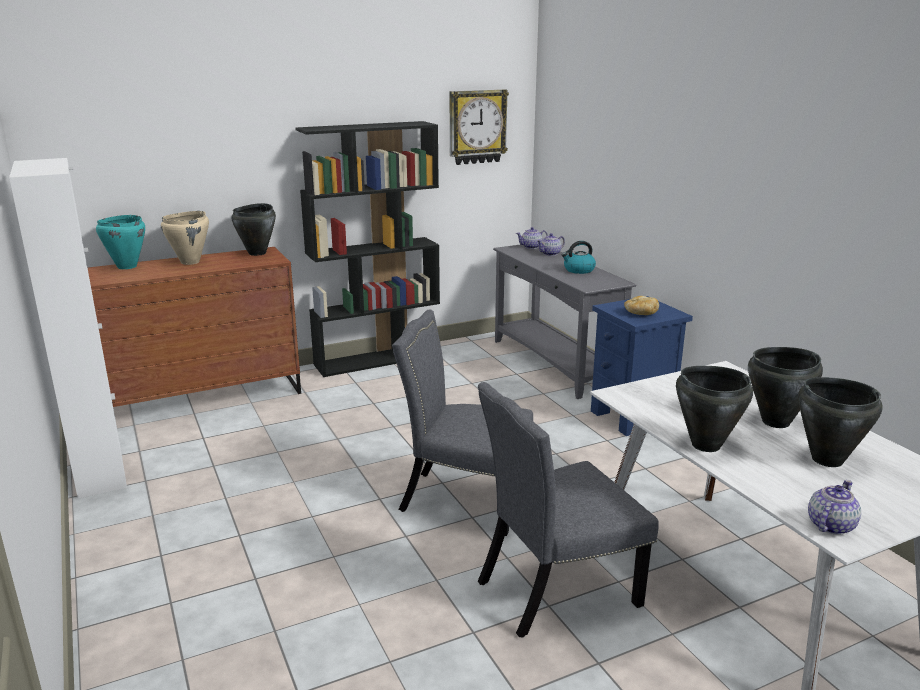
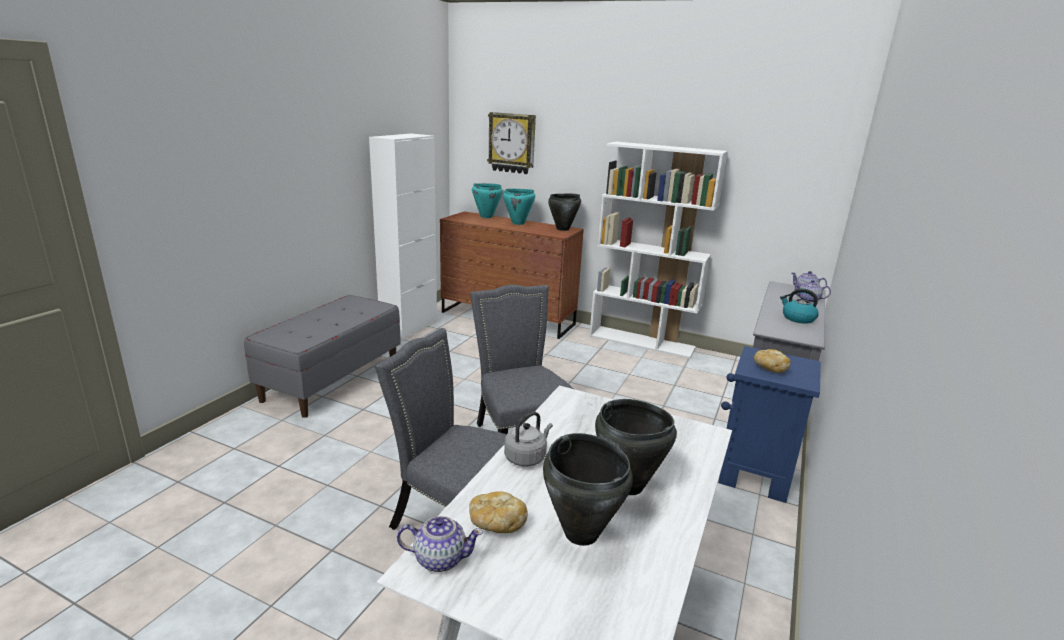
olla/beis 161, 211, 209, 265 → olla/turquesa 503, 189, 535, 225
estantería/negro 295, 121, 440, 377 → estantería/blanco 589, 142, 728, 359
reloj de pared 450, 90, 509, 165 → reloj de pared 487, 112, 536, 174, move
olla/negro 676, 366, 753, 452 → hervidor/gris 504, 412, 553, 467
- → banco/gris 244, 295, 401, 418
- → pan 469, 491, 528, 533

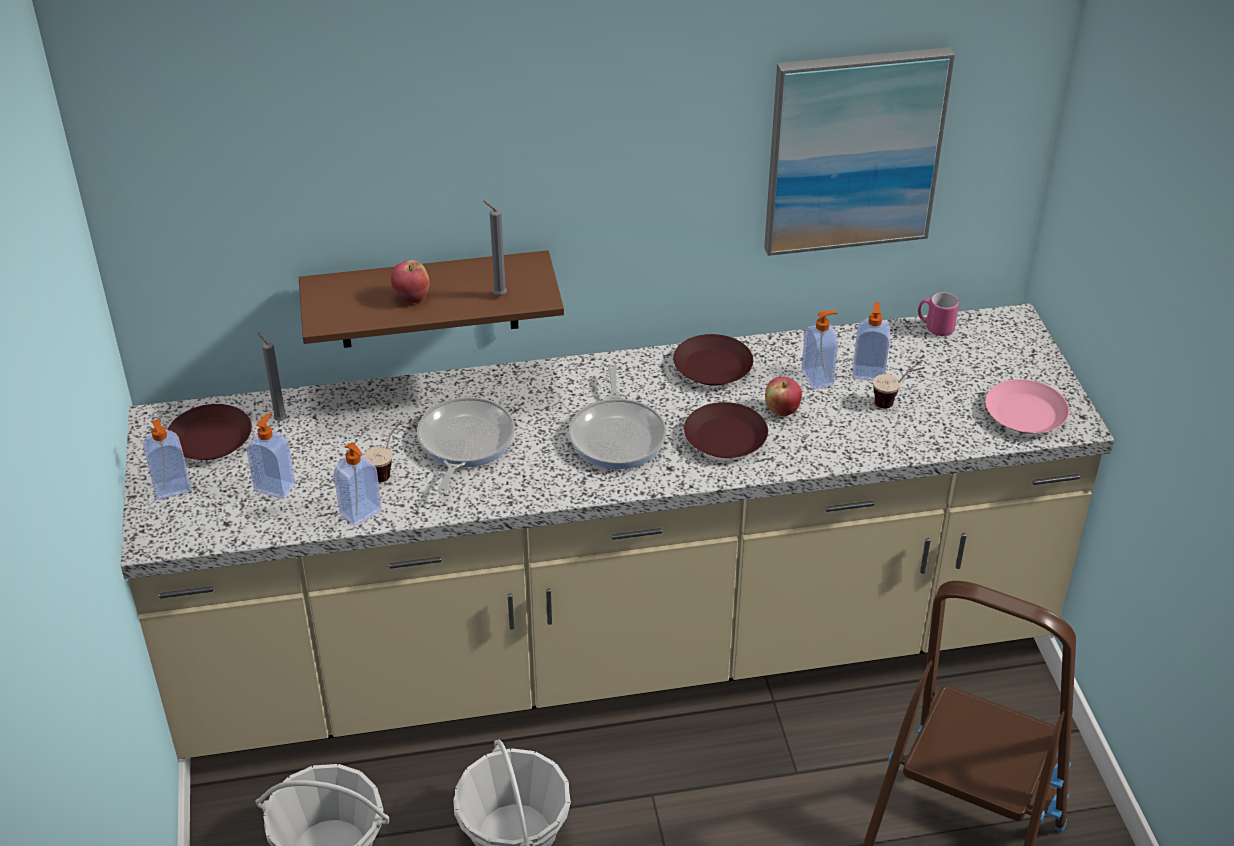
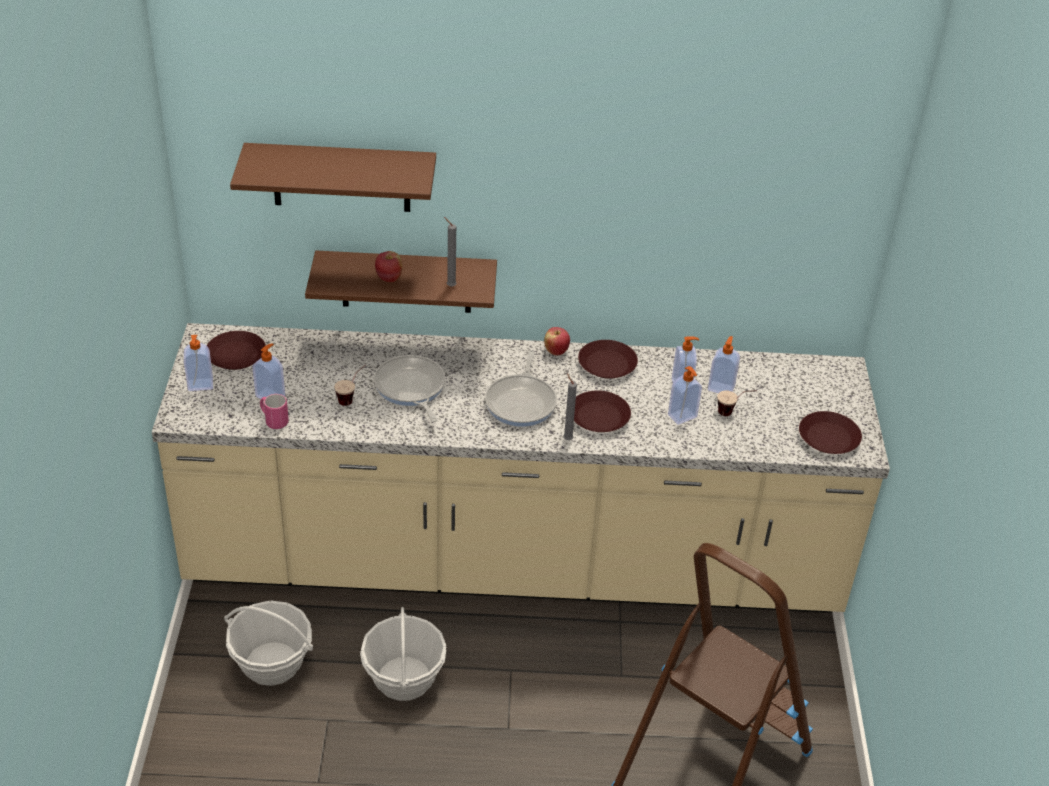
vela/gris 258, 332, 287, 421 → vela/gris 563, 373, 577, 440, move
dispensador de jabón 334, 442, 382, 526 → dispensador de jabón 668, 366, 702, 425, move
sartén 417, 397, 515, 494 → sartén 374, 355, 445, 422, 45 degrees counterclockwise
cuadro 764, 47, 955, 256 → -
manzana 765, 377, 802, 416 → manzana 544, 327, 570, 356, move
taza grande/rosa 918, 292, 959, 336 → taza grande/rosa 260, 394, 289, 429, move
plato/rosa 985, 379, 1069, 434 → plato/marrón 799, 411, 862, 454
- → estante/marrón 230, 143, 436, 212

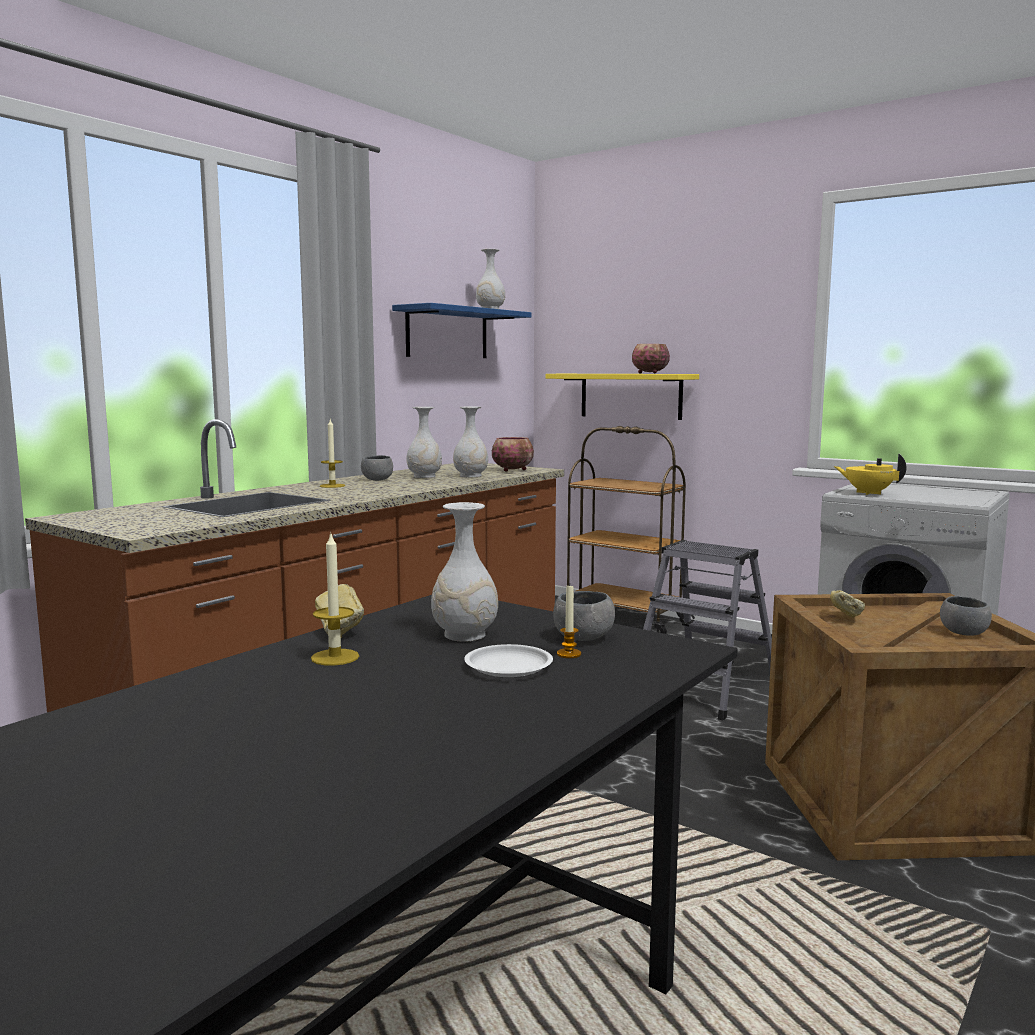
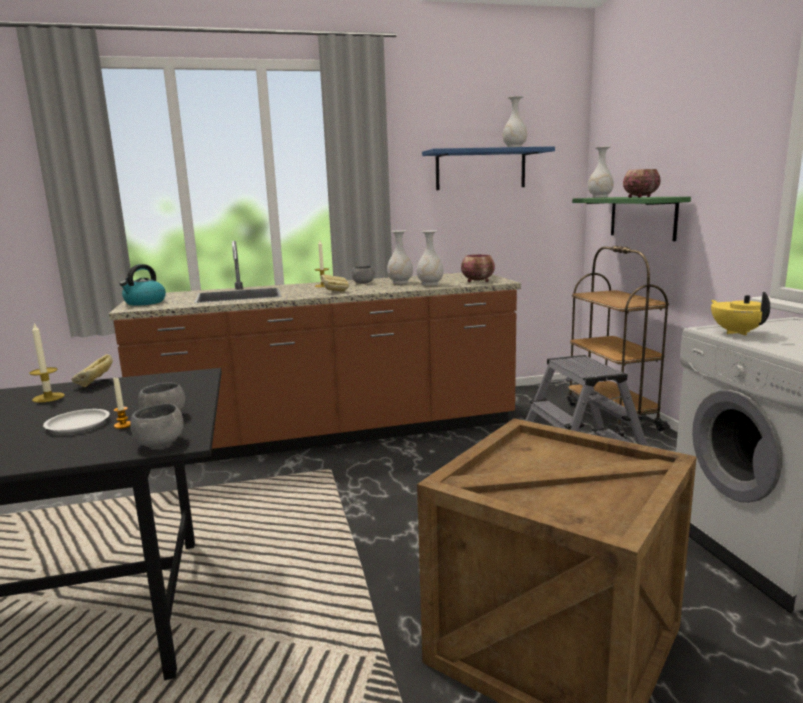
florero/blanco 431, 502, 498, 642 → florero/blanco 588, 147, 614, 198, move
estante/amarillo 546, 374, 699, 420 → estante/verde 572, 197, 691, 241
pan 830, 590, 865, 617 → pan 321, 274, 349, 292, move
cuenco/gris 940, 596, 992, 636 → cuenco/gris 130, 403, 184, 447, move
- → hervidor 119, 264, 166, 306

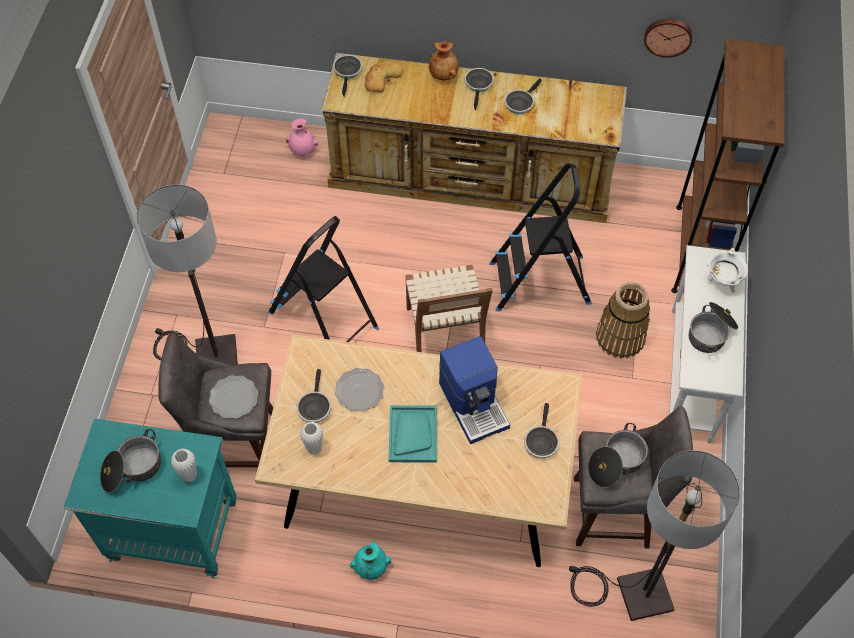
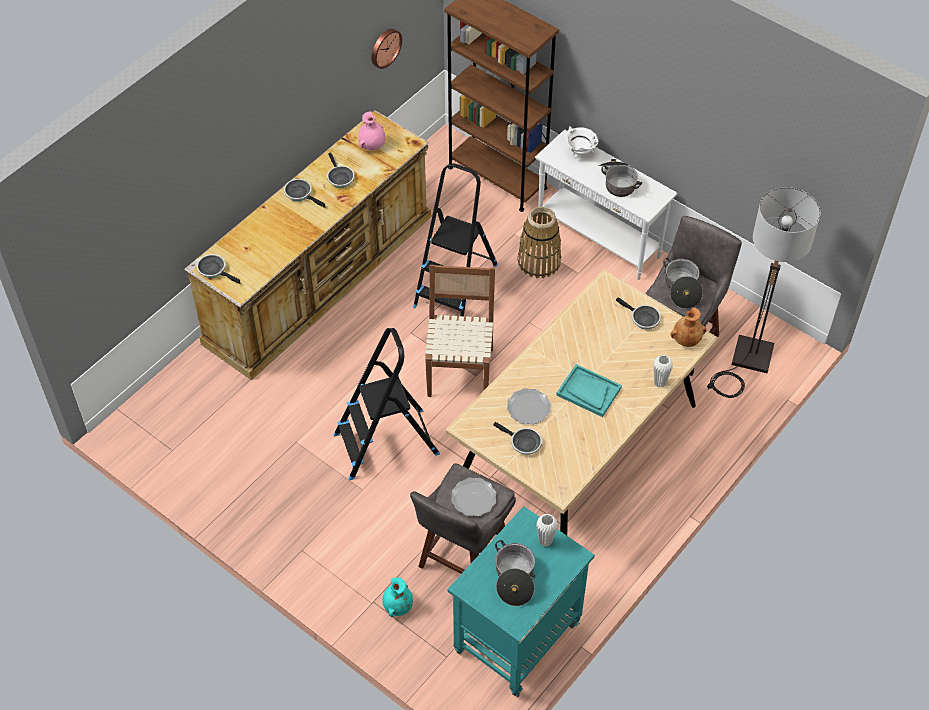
lámpara de pie 137, 185, 238, 365 → -
florero/rosa 286, 119, 319, 156 → florero/rosa 358, 111, 385, 150, move
florero/blanco 300, 422, 323, 455 → florero/blanco 653, 355, 673, 388, move
florero/turquesa 350, 542, 391, 580 → florero/turquesa 382, 577, 413, 617, move
pan 365, 61, 403, 93 → -
silla 405, 264, 493, 352 → silla 425, 265, 495, 397, 105 degrees counterclockwise
florero/marrón 429, 41, 458, 80 → florero/marrón 670, 307, 706, 347, move
cafetera 439, 336, 510, 444 → -

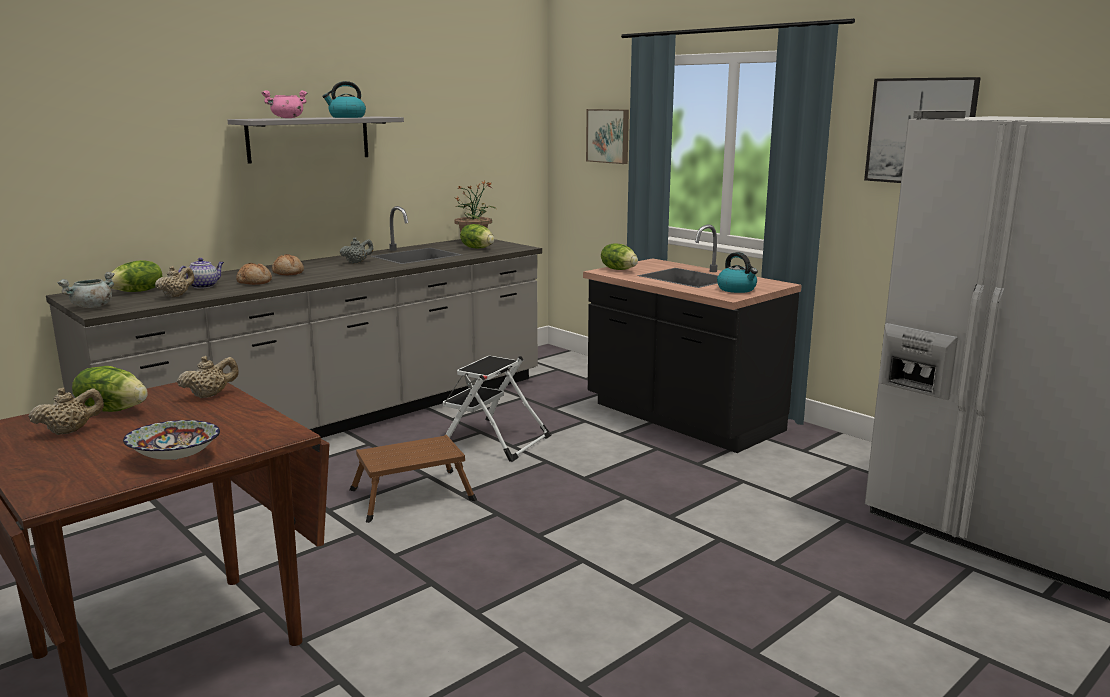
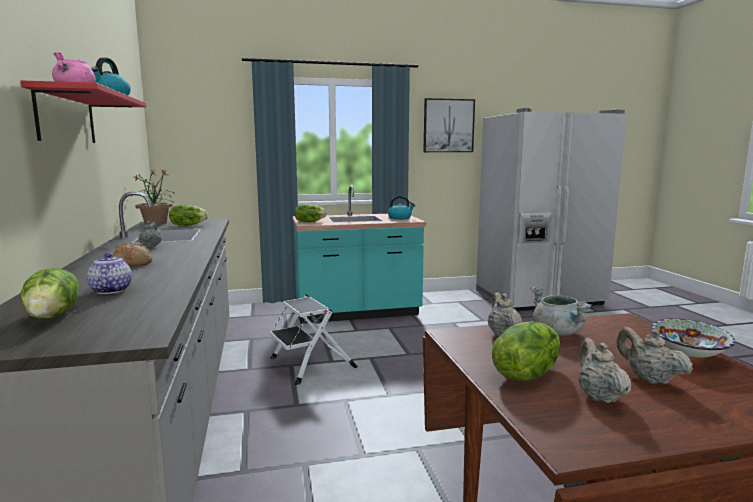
olla/gris 57, 272, 115, 308 → olla/gris 530, 286, 592, 336, move
tetera/beis 155, 266, 195, 298 → tetera/beis 616, 327, 693, 384, move
estante/gris 228, 116, 404, 164 → estante/rojo 21, 81, 146, 143
pan 236, 263, 272, 285 → -
escalera de tijera/marrón 349, 435, 477, 523 → -
mueble bajo de cocina/negro 583, 224, 802, 453 → mueble bajo de cocina/turquesa 292, 185, 426, 324
cuadro 586, 109, 629, 164 → -

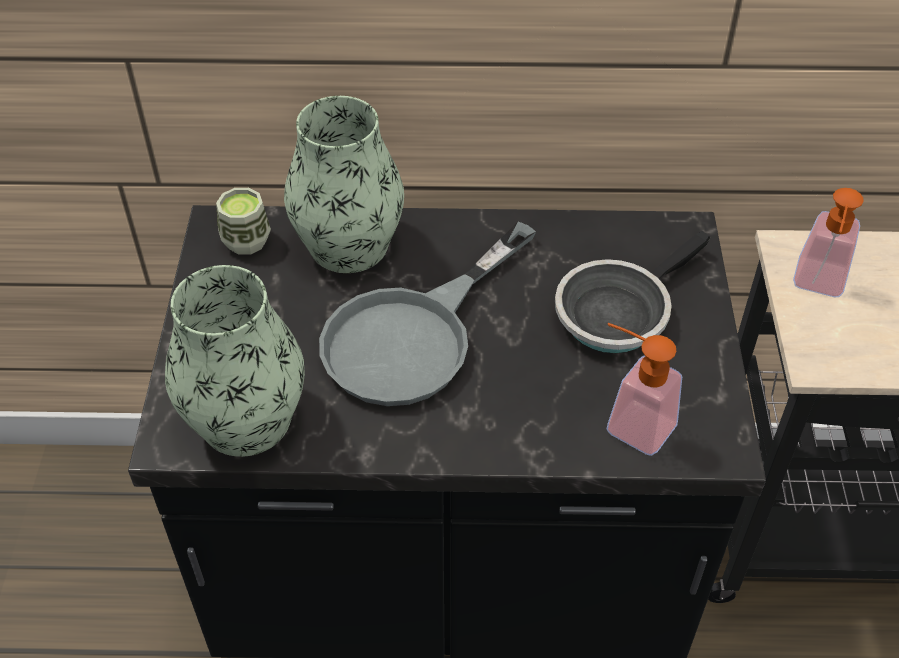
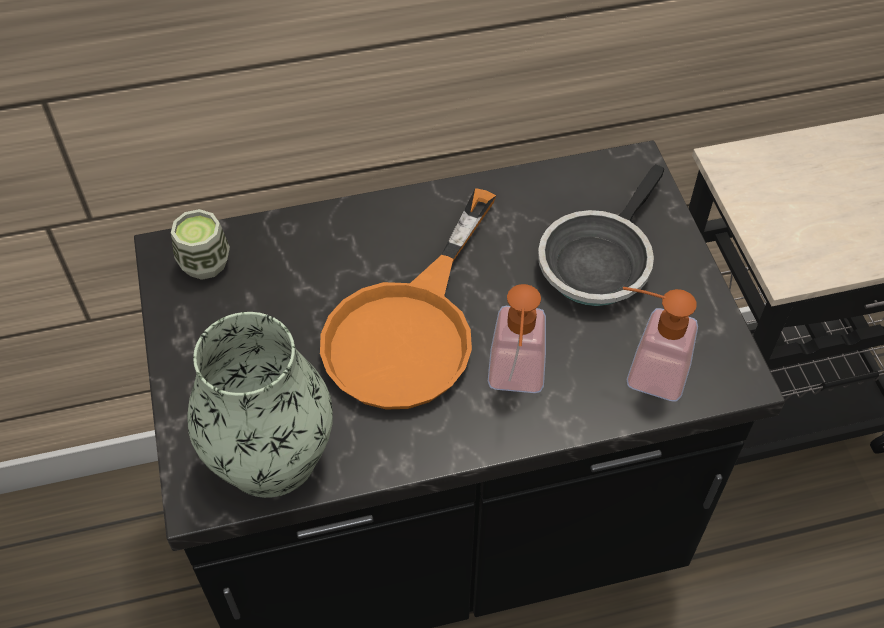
florero 284, 96, 404, 273 → -
sartén/gris 319, 221, 536, 406 → sartén/naranja 320, 188, 496, 410
dispensador de jabón 793, 188, 864, 297 → dispensador de jabón 488, 284, 546, 393, move

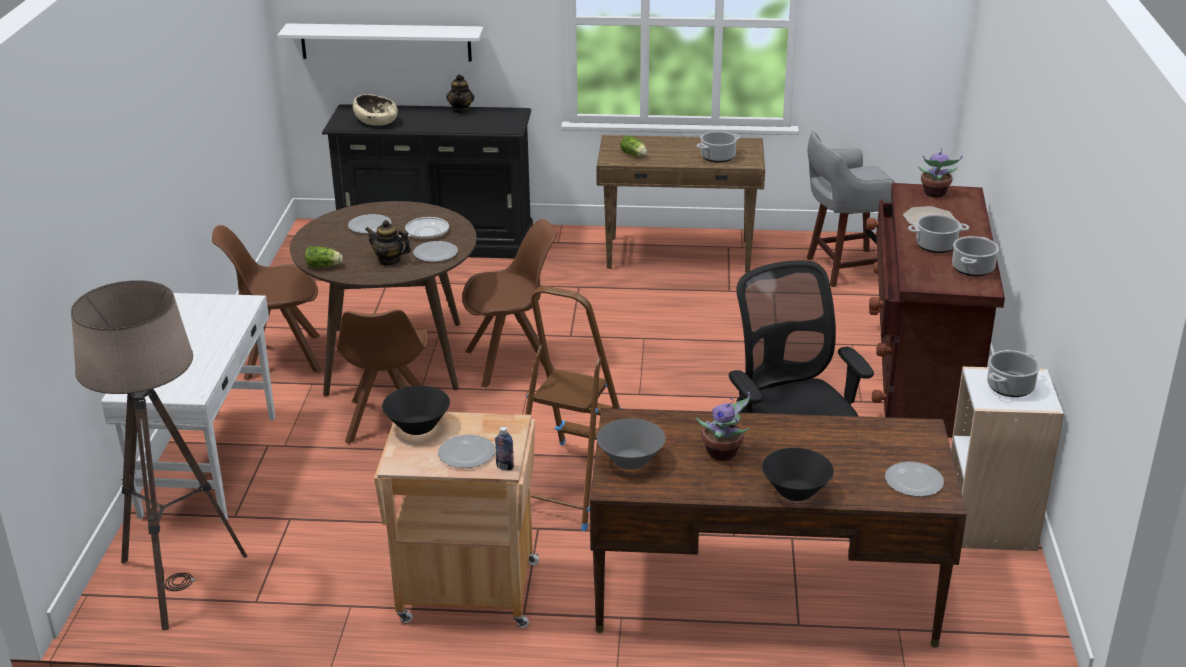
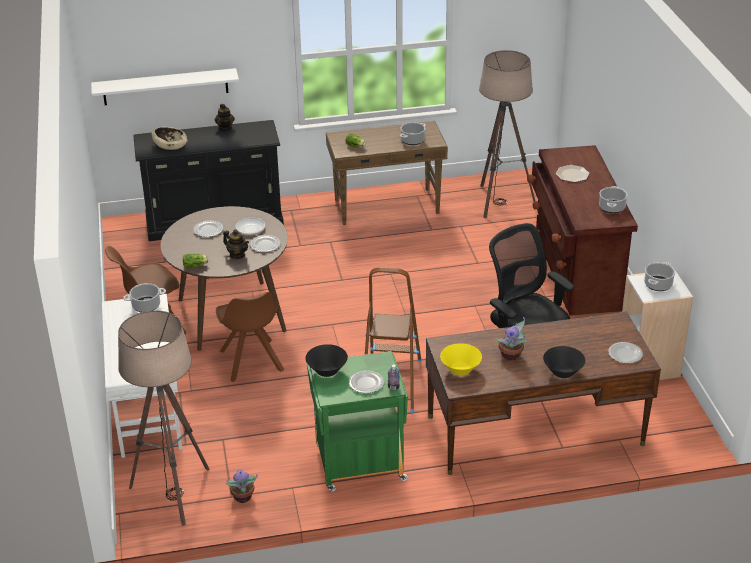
tetera 365, 220, 411, 266 → tetera 223, 229, 249, 259, 150 degrees counterclockwise
carrito/marrón 374, 412, 539, 628 → carrito/verde 307, 351, 408, 492
silla/marrón 462, 219, 557, 388 → -
cuenco/gris 597, 418, 666, 469 → cuenco/amarillo 440, 343, 482, 376
taburete/gris 807, 131, 896, 287 → lámpara de pie 479, 50, 535, 218
olla 908, 214, 969, 253 → olla 123, 283, 166, 312, move
planta en maceta 918, 148, 963, 197 → planta en maceta 226, 469, 258, 503, move

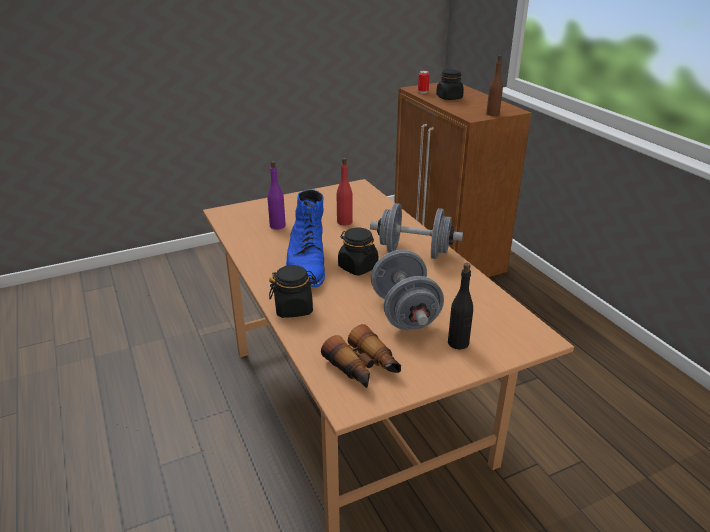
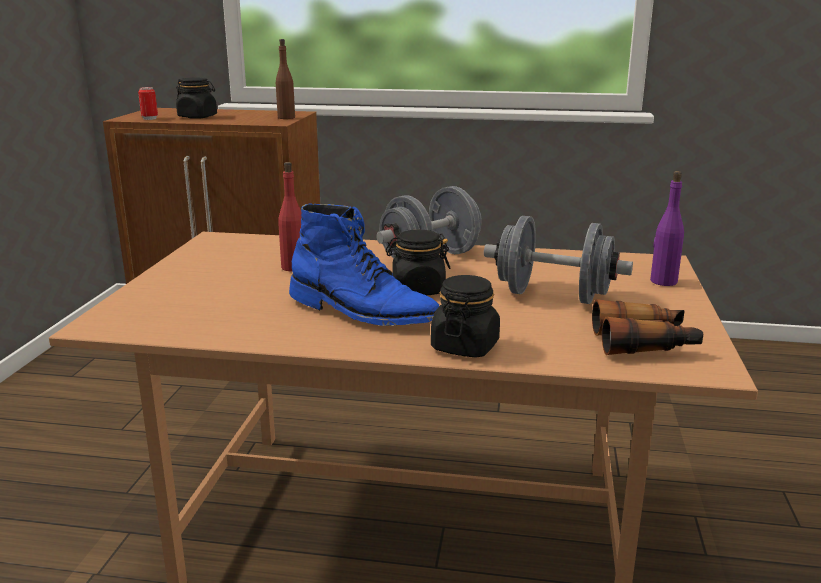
botella/morado 268, 161, 286, 229 → botella/morado 650, 171, 684, 286, move
botella/negro 448, 263, 473, 349 → -

